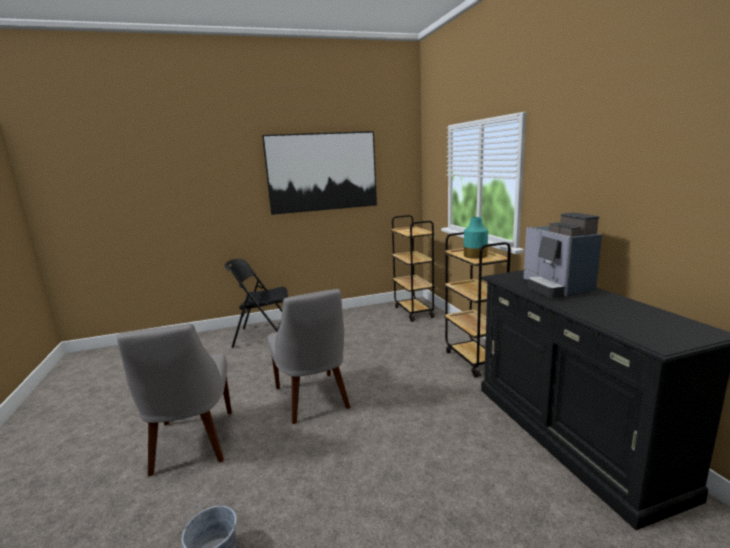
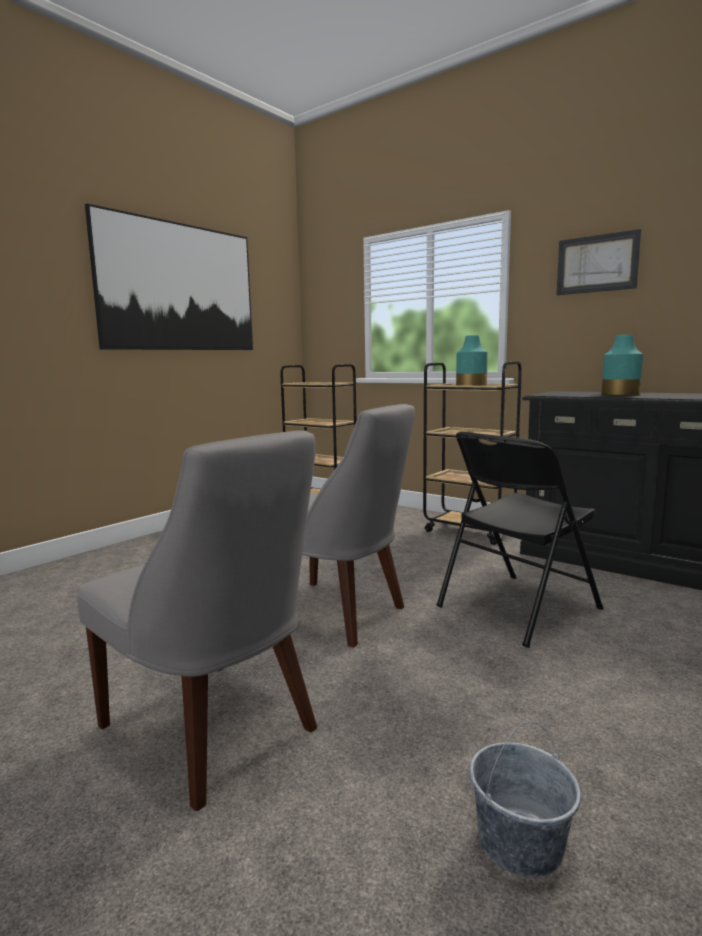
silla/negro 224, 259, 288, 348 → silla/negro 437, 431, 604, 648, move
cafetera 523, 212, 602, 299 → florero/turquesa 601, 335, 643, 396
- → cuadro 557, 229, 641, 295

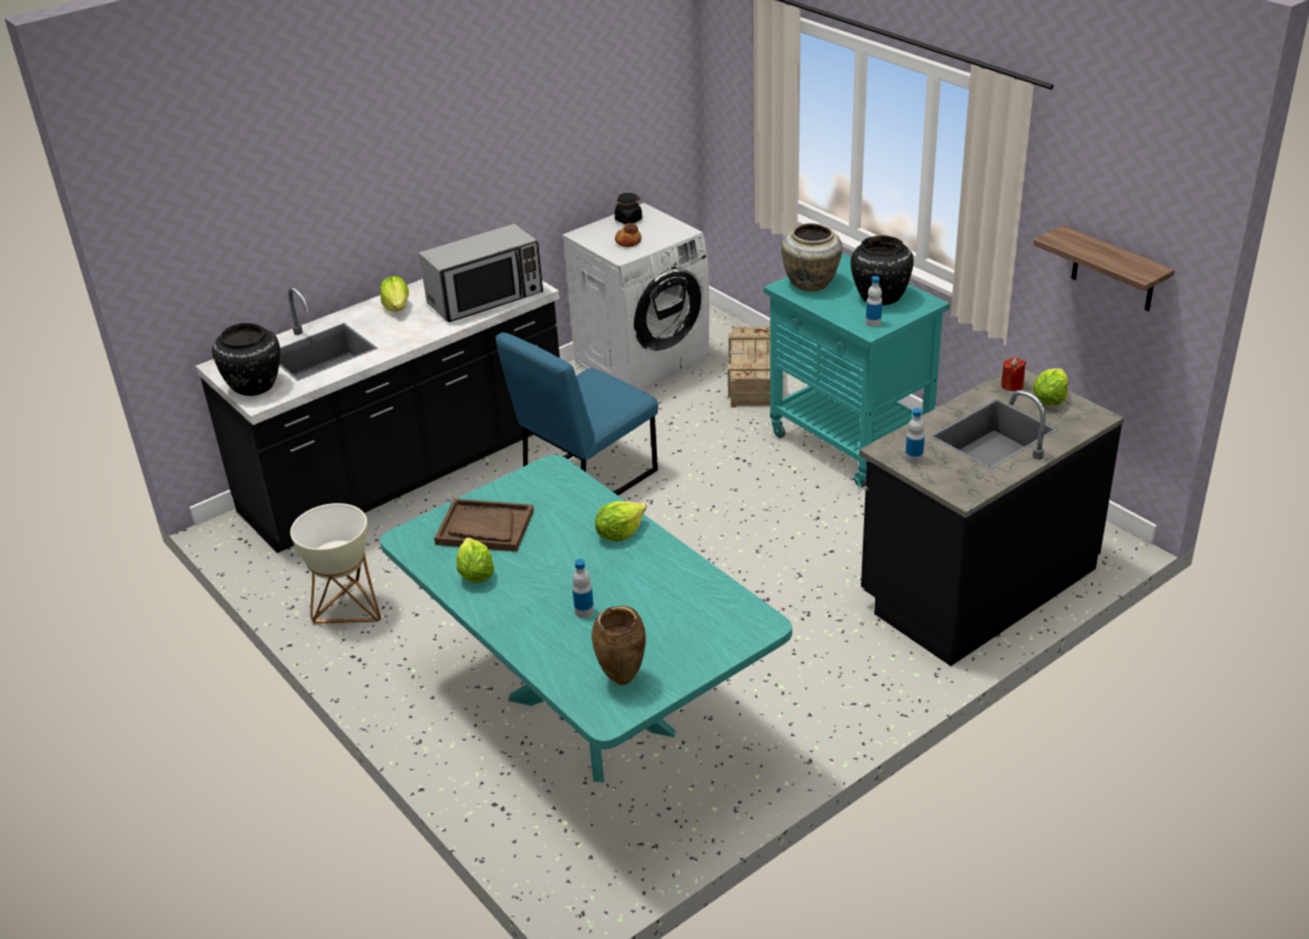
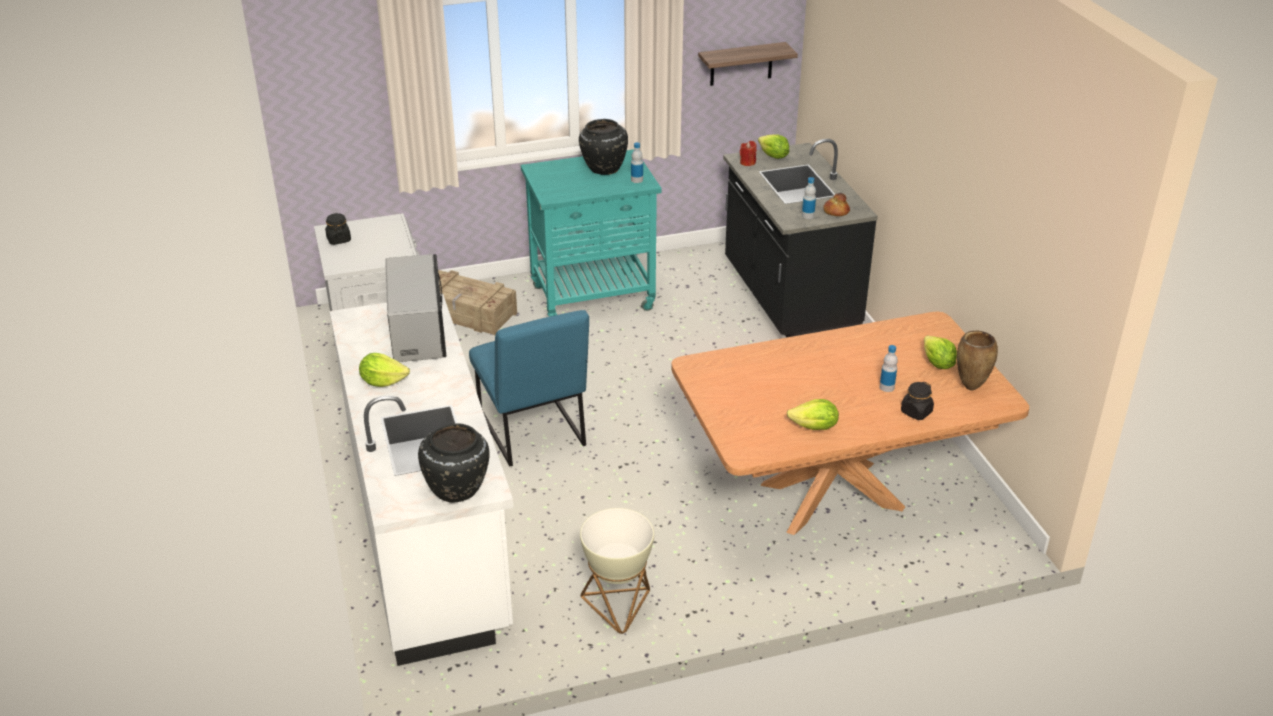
mueble bajo de cocina/negro 195, 279, 560, 553 → mueble bajo de cocina/blanco 330, 294, 514, 666
mesa de comedor/turquesa 380, 454, 792, 782 → mesa de comedor/marrón 671, 311, 1029, 535
bandeja/marrón 434, 499, 534, 552 → -
lechuga 595, 501, 646, 541 → lechuga 924, 336, 957, 369, move
pan 615, 223, 642, 247 → pan 823, 193, 850, 216, move
florero/beis 781, 223, 842, 291 → -
- → tarro/negro 901, 382, 934, 420

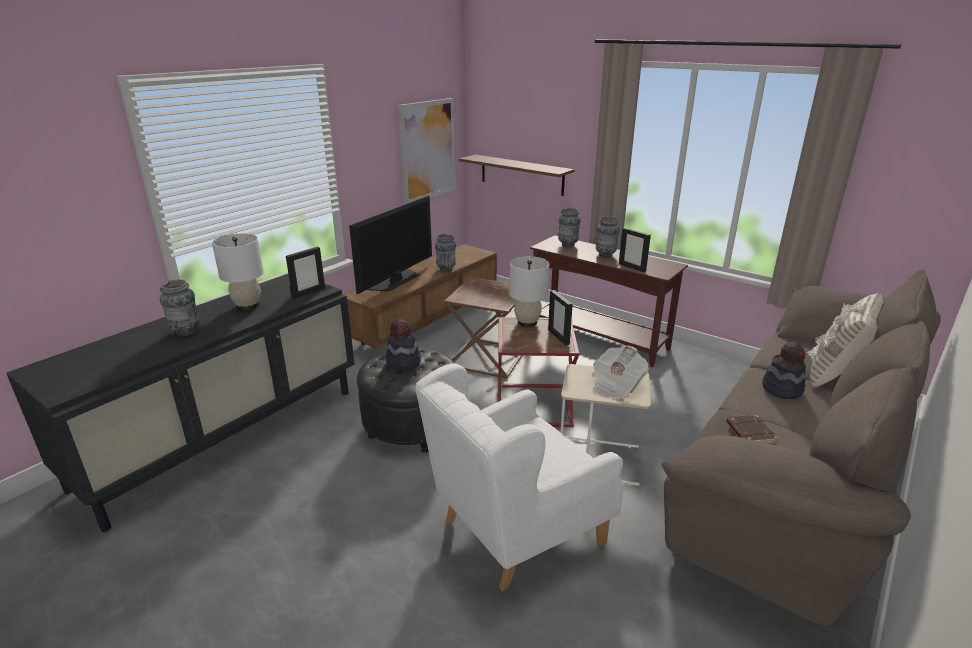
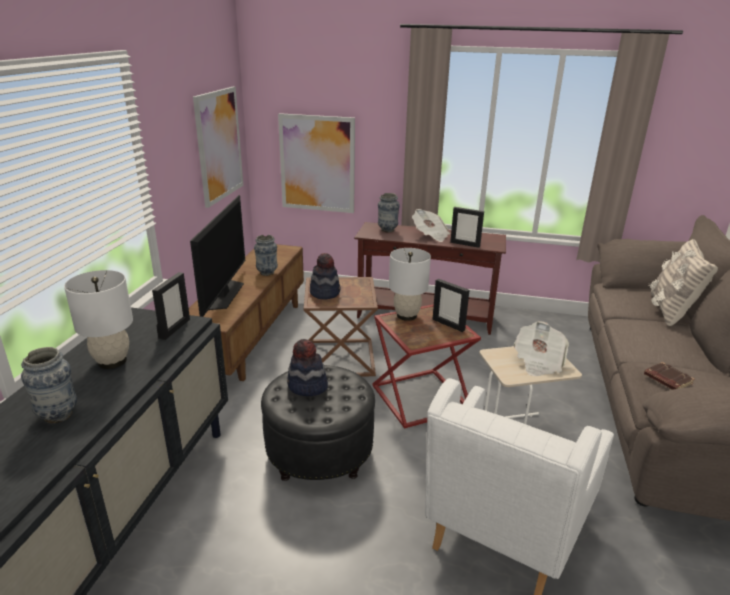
estante/marrón 459, 155, 574, 196 → cuadro 278, 113, 355, 213
florero 596, 216, 620, 257 → periódico 412, 209, 450, 242
sombrero 762, 342, 806, 399 → sombrero 310, 253, 340, 300, move

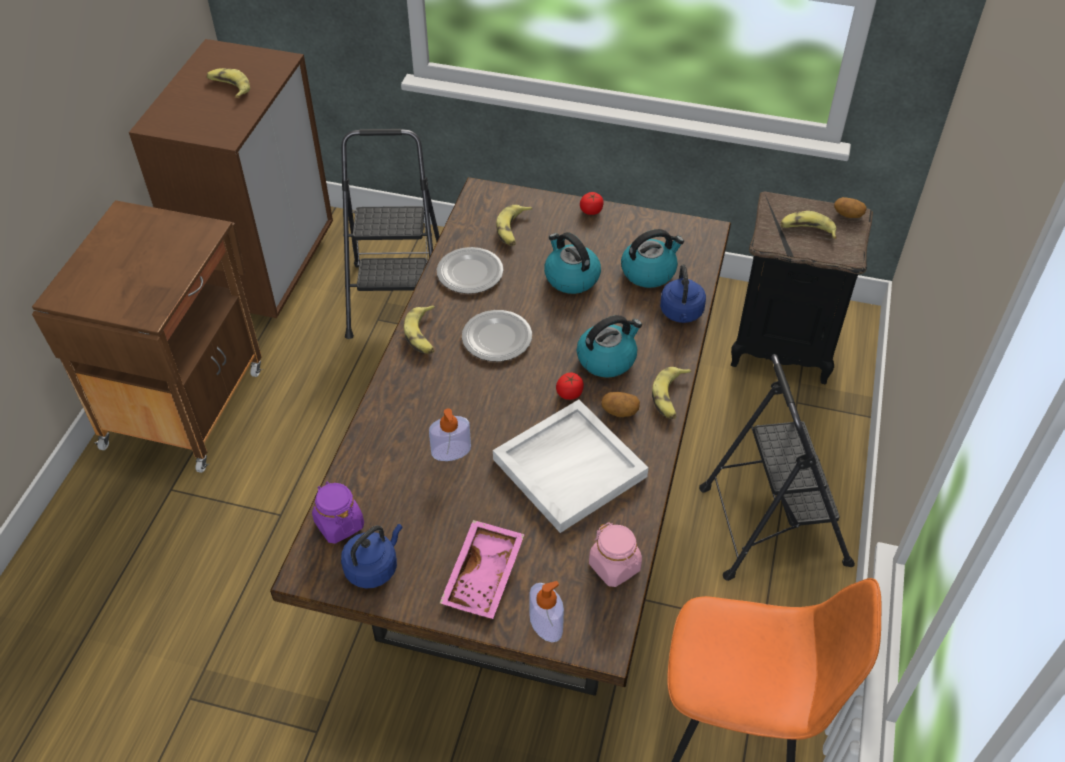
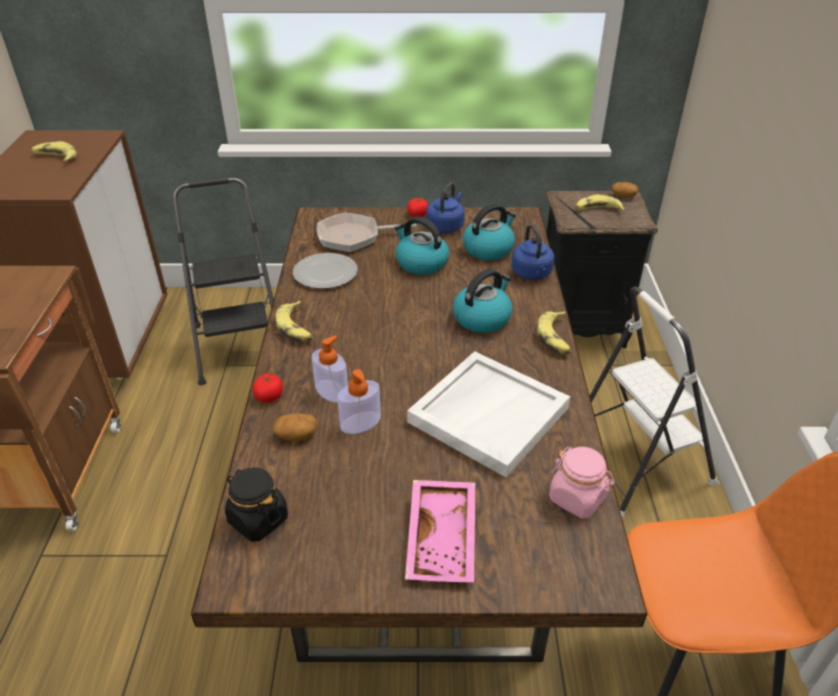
tarro/morado 312, 481, 364, 543 → tarro/negro 225, 467, 288, 542
hervidor/azul 341, 524, 403, 588 → hervidor/azul 426, 182, 465, 233, move
plato 462, 310, 532, 362 → -
plátano 496, 205, 532, 246 → sartén 317, 212, 416, 252
dispensador de jabón 529, 581, 564, 642 → dispensador de jabón 312, 336, 348, 403, move
tomate 556, 373, 584, 400 → tomate 253, 374, 283, 402, move
patata 601, 392, 640, 417 → patata 273, 414, 317, 442, move
escalera de tijera/negro 699, 354, 855, 581 → escalera de tijera/blanco 590, 287, 719, 518

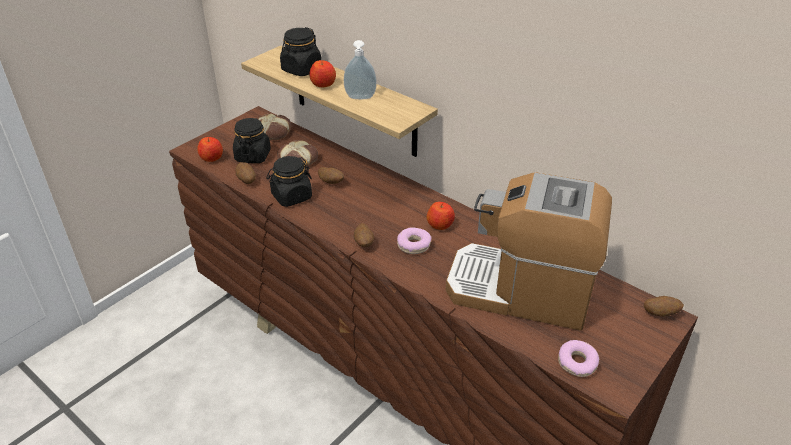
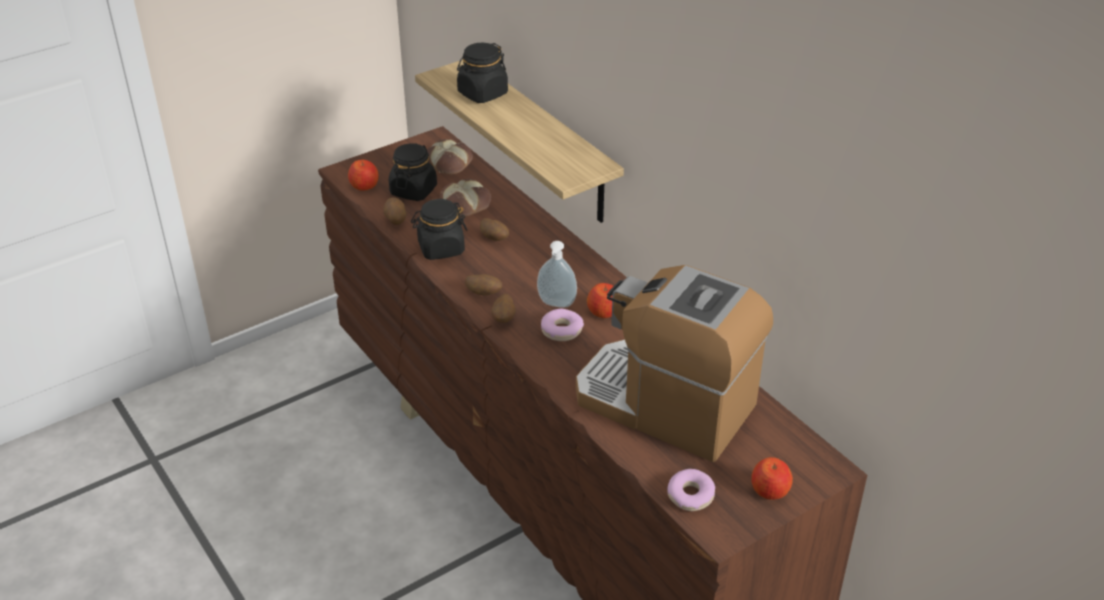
manzana 309, 60, 336, 87 → manzana 751, 457, 793, 500, move
dispensador de jabón 344, 40, 377, 99 → dispensador de jabón 537, 241, 577, 308, move
patata 644, 296, 684, 316 → patata 465, 274, 502, 296, move

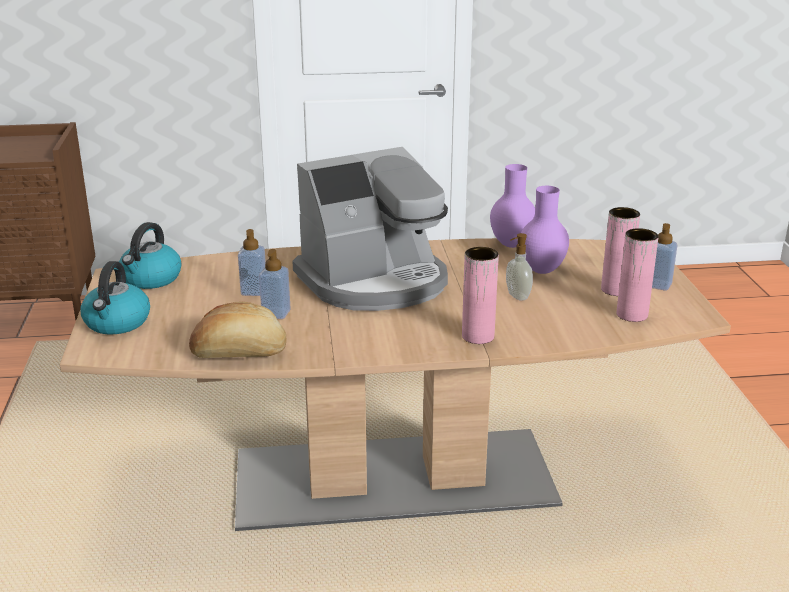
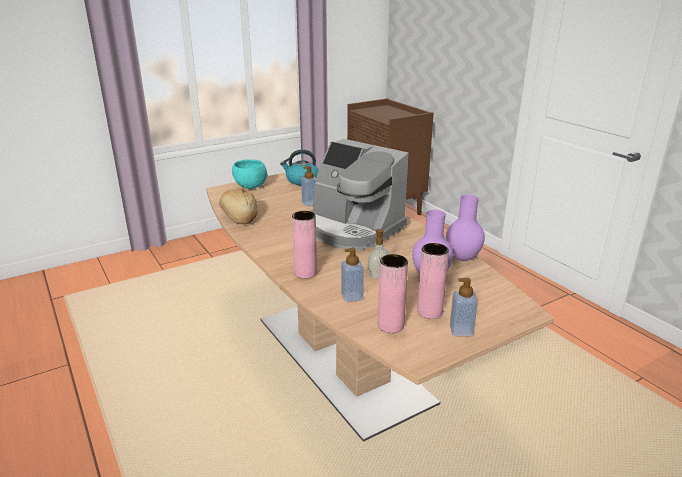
hervidor 80, 261, 150, 334 → cuenco/turquesa 232, 159, 267, 189
dispensador de jabón 259, 249, 291, 319 → dispensador de jabón 341, 248, 364, 302, move

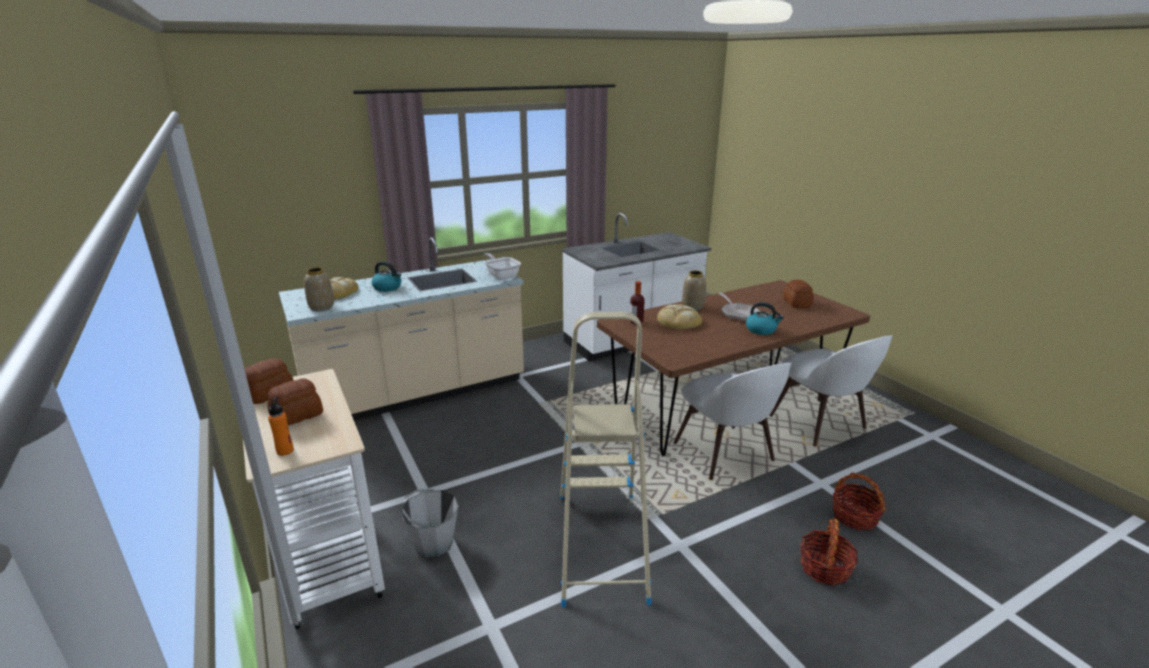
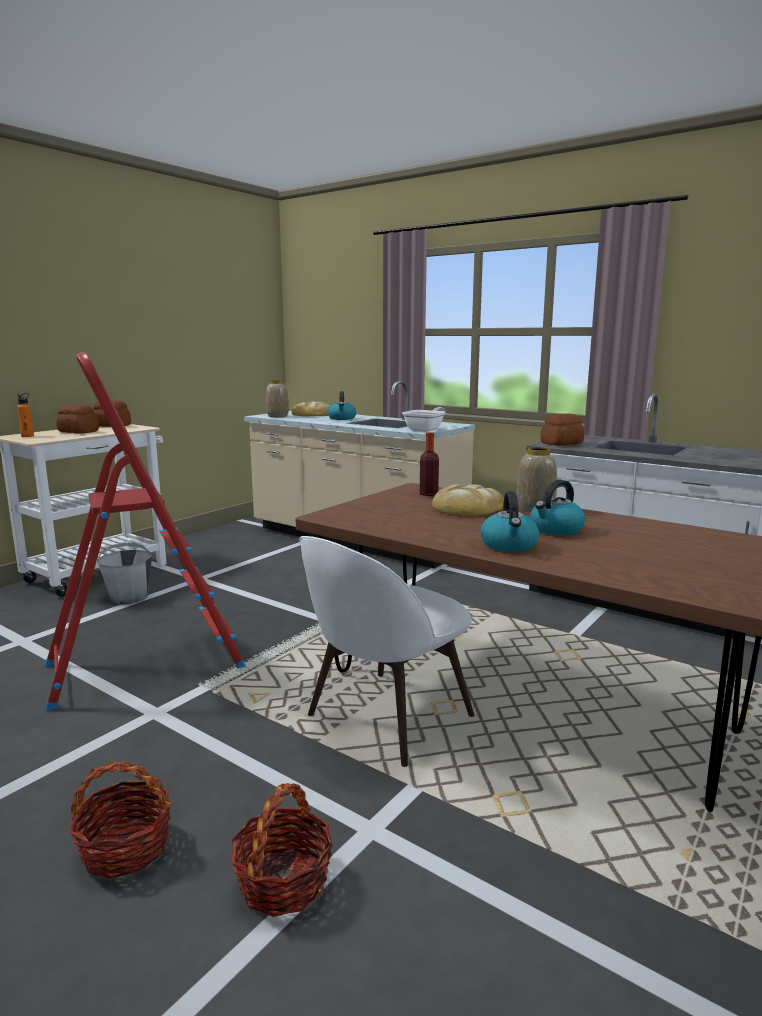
escalera de tijera/beis 560, 312, 651, 607 → escalera de tijera/rojo 45, 352, 246, 711
sartén 719, 293, 760, 321 → hervidor 530, 480, 585, 536
silla/blanco 769, 335, 893, 447 → -
pan 783, 280, 814, 308 → pan 541, 414, 584, 445, move

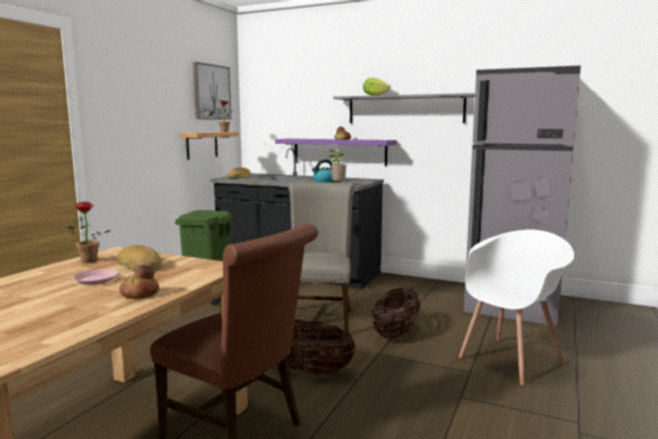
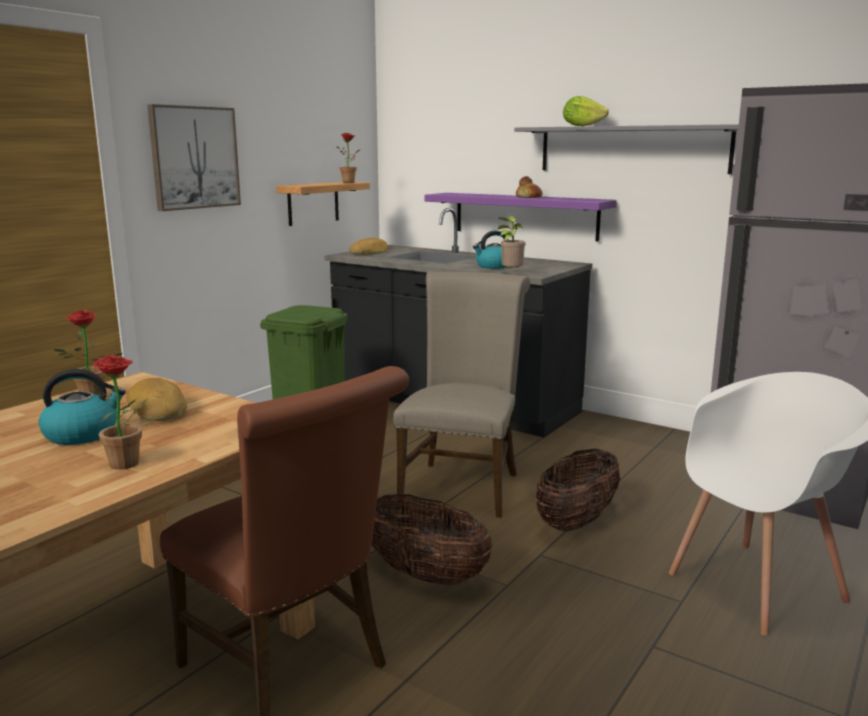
plato/rosa 73, 269, 118, 285 → hervidor 39, 369, 126, 445
pan 119, 265, 159, 299 → planta en maceta 89, 355, 147, 470
cuadro 193, 62, 231, 120 → cuadro 147, 104, 241, 211, move

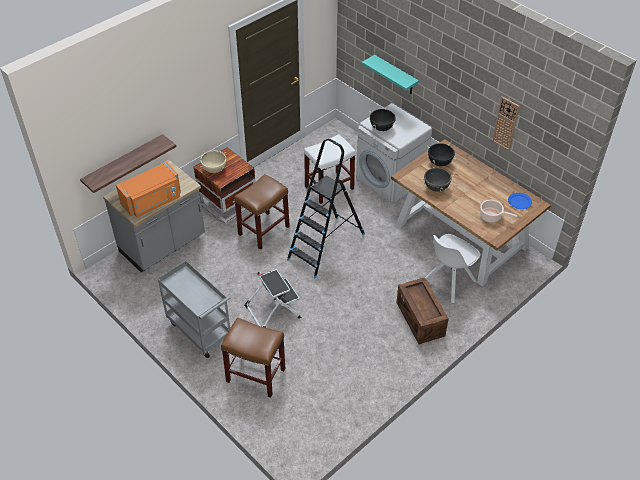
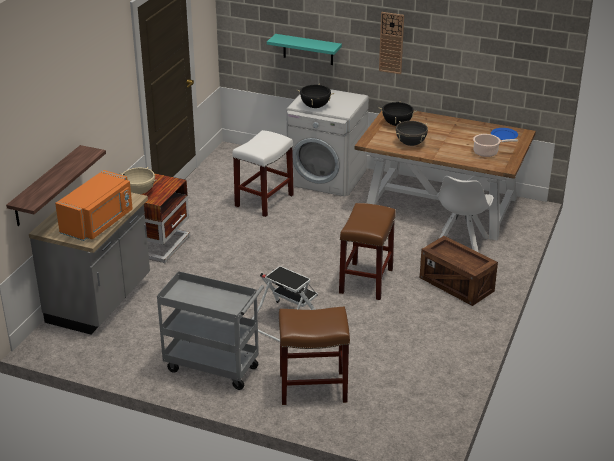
taburete/marrón 234, 174, 290, 250 → taburete/marrón 339, 203, 396, 300, move
escalera de tijera/negro 287, 139, 365, 278 → -
reloj de pared 493, 96, 520, 151 → reloj de pared 379, 12, 404, 74, move

